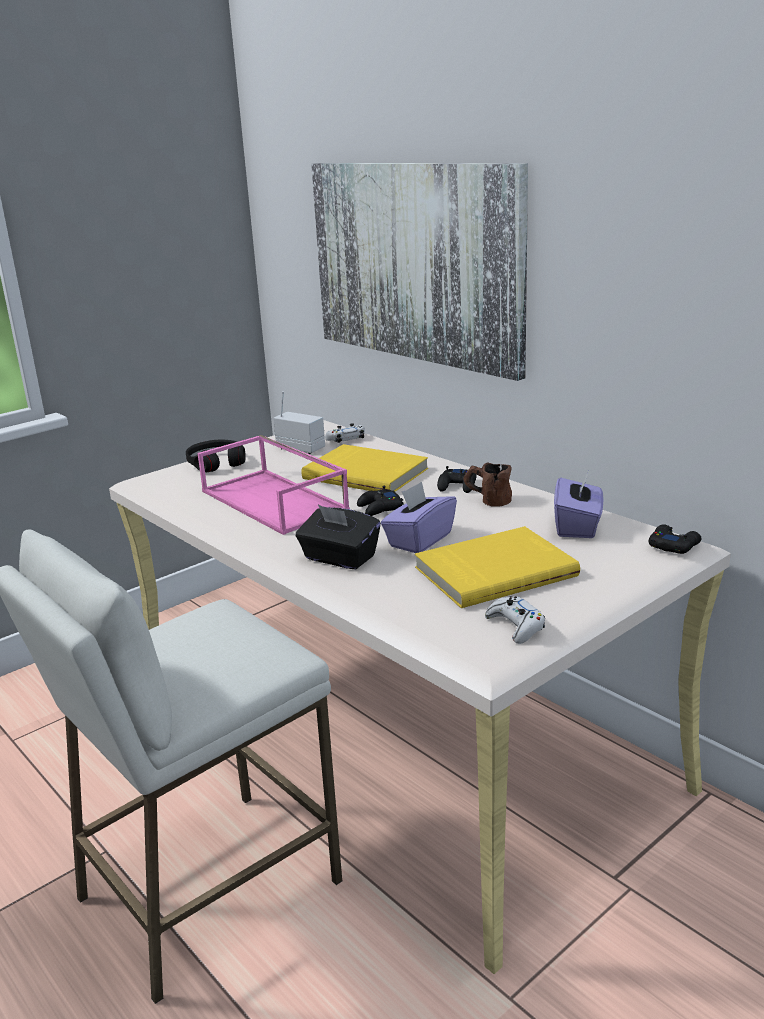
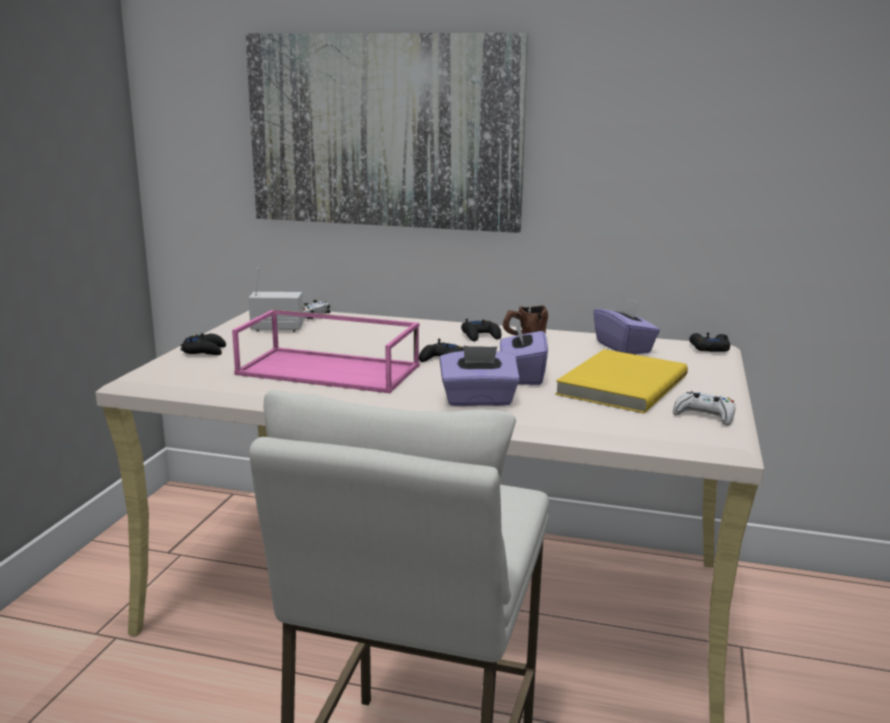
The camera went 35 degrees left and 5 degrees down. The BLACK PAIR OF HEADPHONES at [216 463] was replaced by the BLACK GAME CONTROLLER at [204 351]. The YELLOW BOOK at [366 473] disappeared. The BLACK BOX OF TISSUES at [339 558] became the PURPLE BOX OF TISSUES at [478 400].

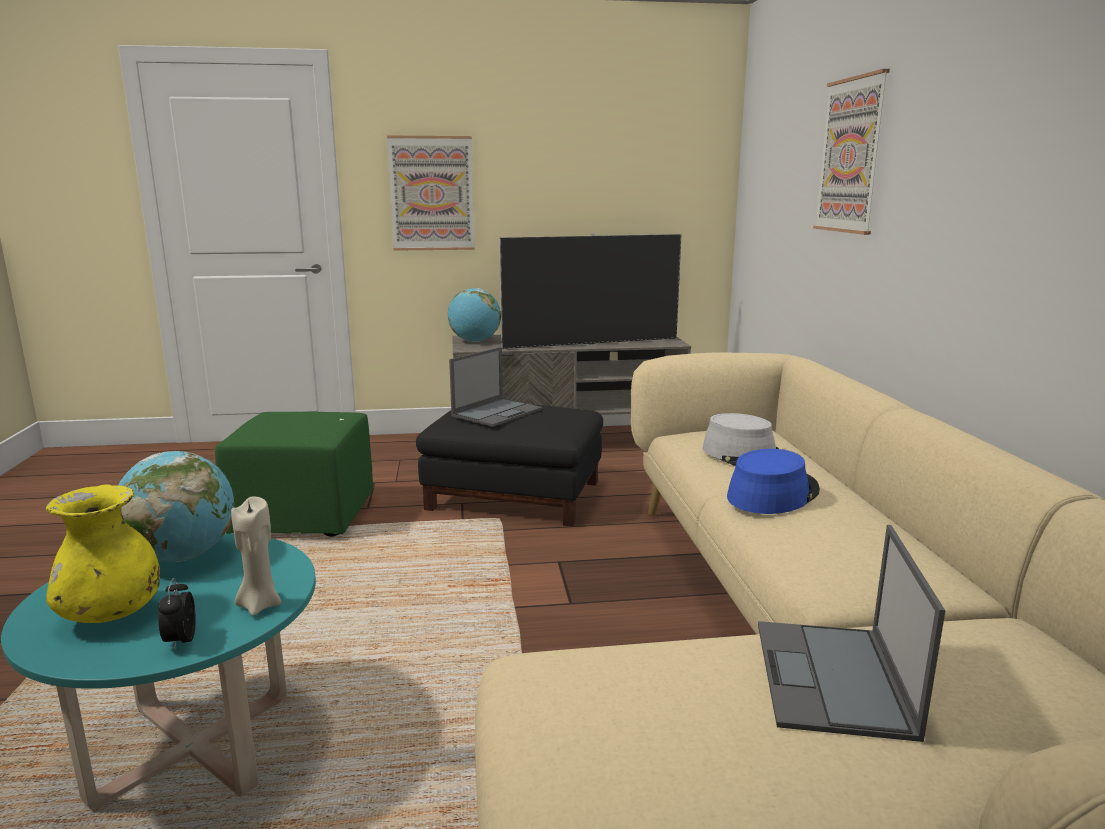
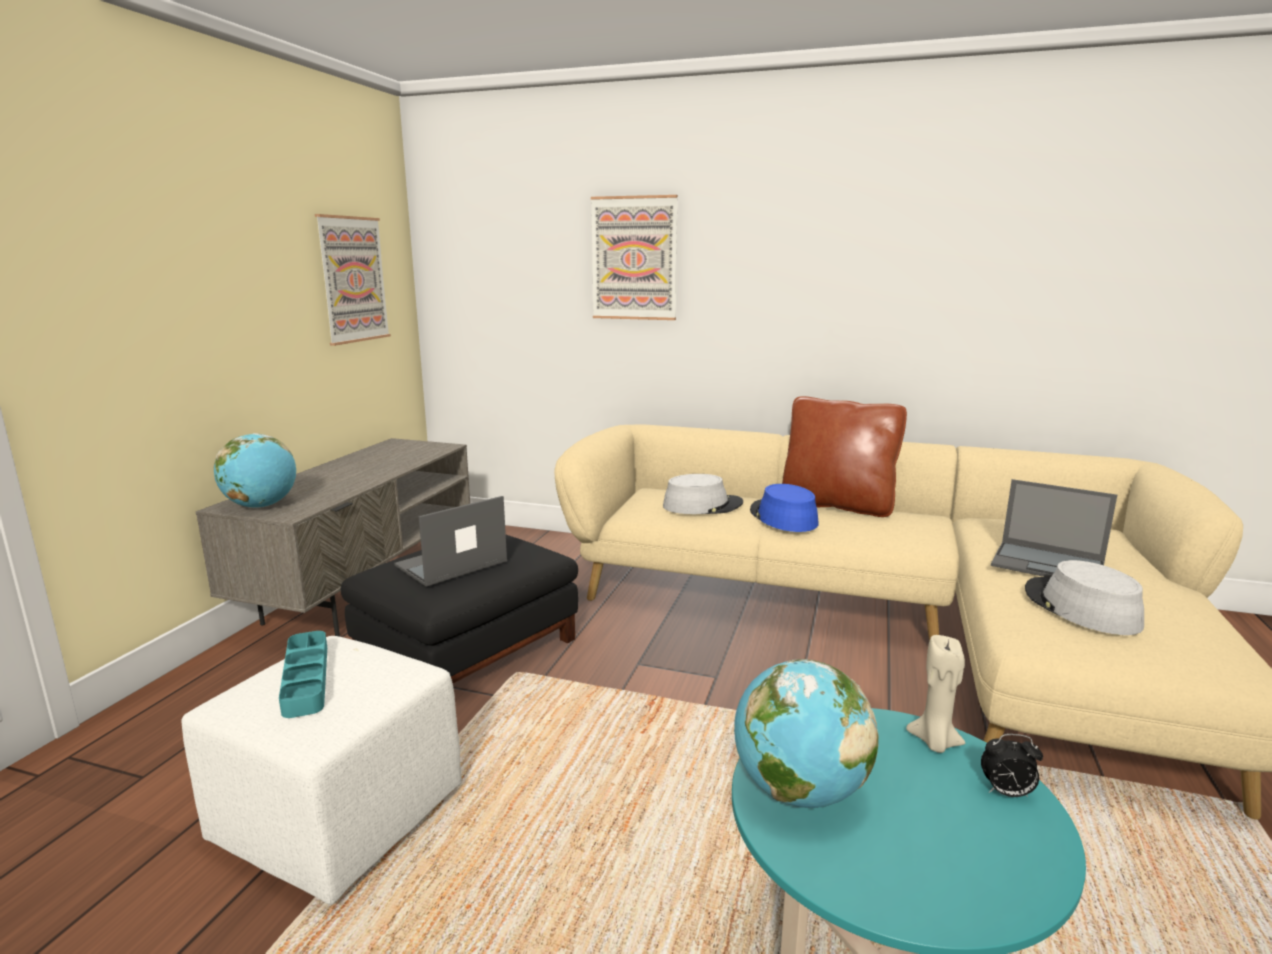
The camera went 65 degrees left and 0 degrees up. The WALL ART moved from [432 194] to [353 279]. The TV SET at [591 344] disappeared. The PORTABLE COMPUTER at [497 412] turned 105 degrees counterclockwise. The GREENISH FOOTREST at [306 516] became the WHITE FOOTREST at [341 816]. The YELLOW DECORATIVE VASE at [112 614] disappeared. The BROWN-COLOURED THROW PILLOW at [837 505] appeared. The GRAY CLOTHING HAT at [1080 608] appeared. The TURQUOISE-COLOURED SERVING TRAY at [306 678] appeared.

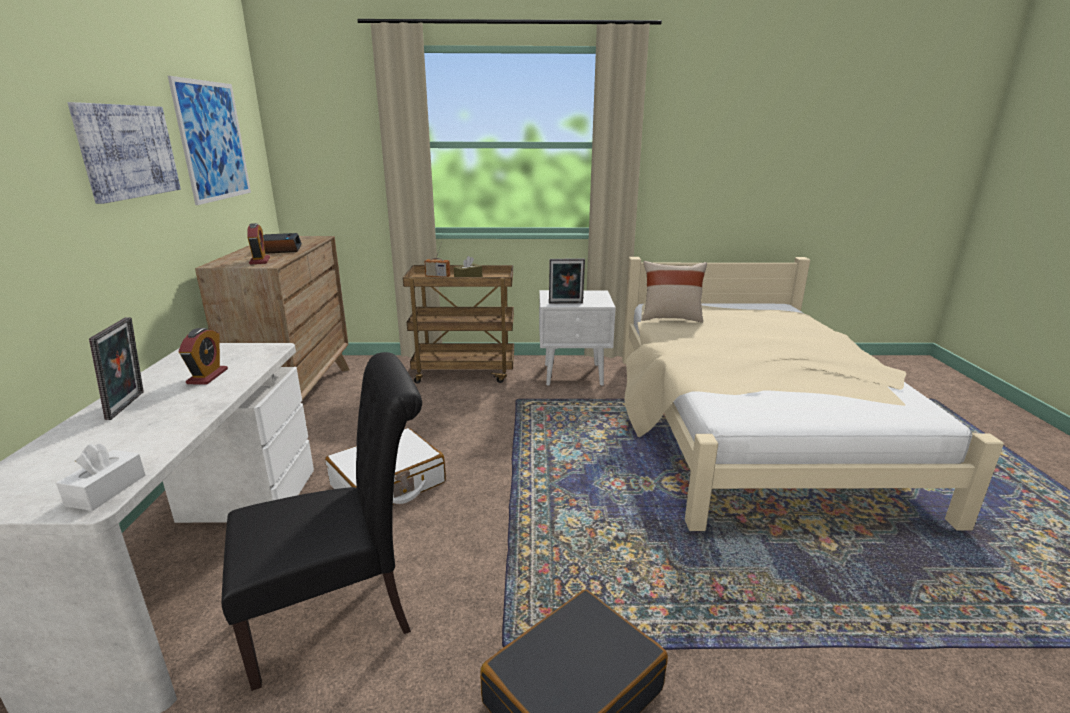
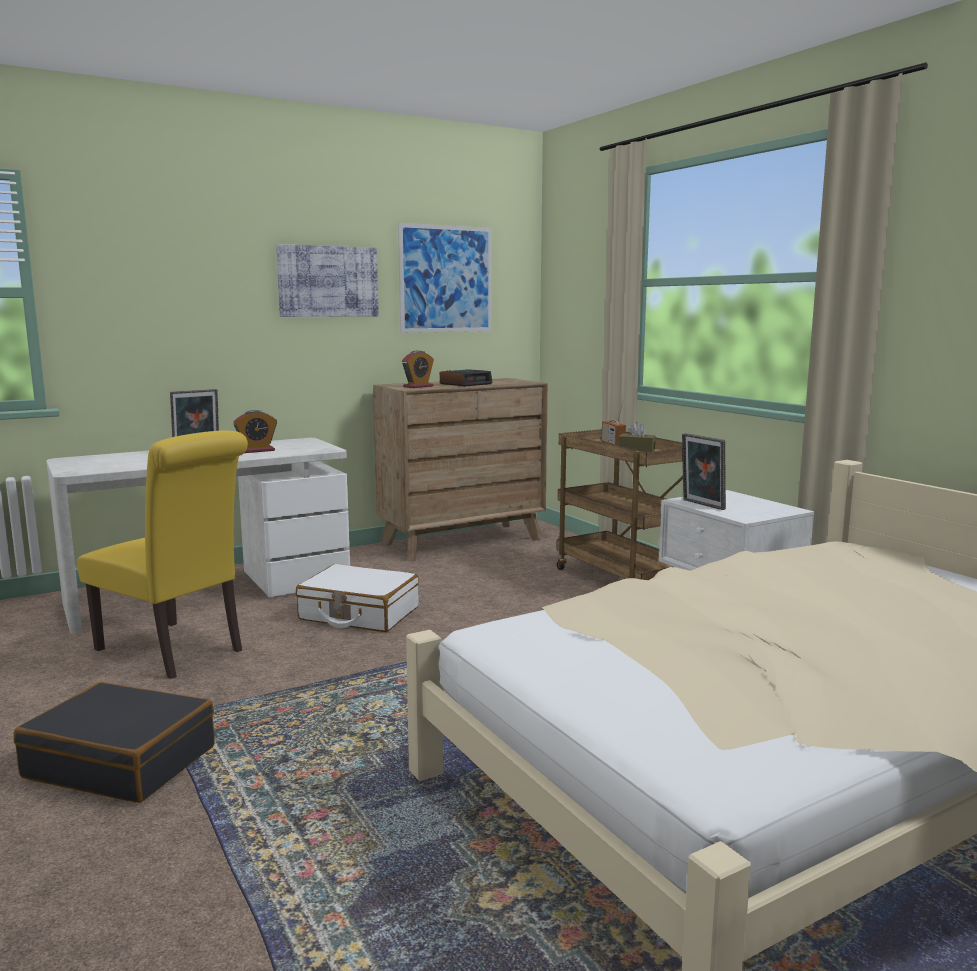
The camera went 60 degrees right and 10 degrees down. The BEIGE THROW PILLOW at [671 318] disappeared. The BLACK UPRIGHT CHAIR at [342 617] became the YELLOW UPRIGHT CHAIR at [176 651]. The WHITE BOX OF TISSUES at [107 490] disappeared.

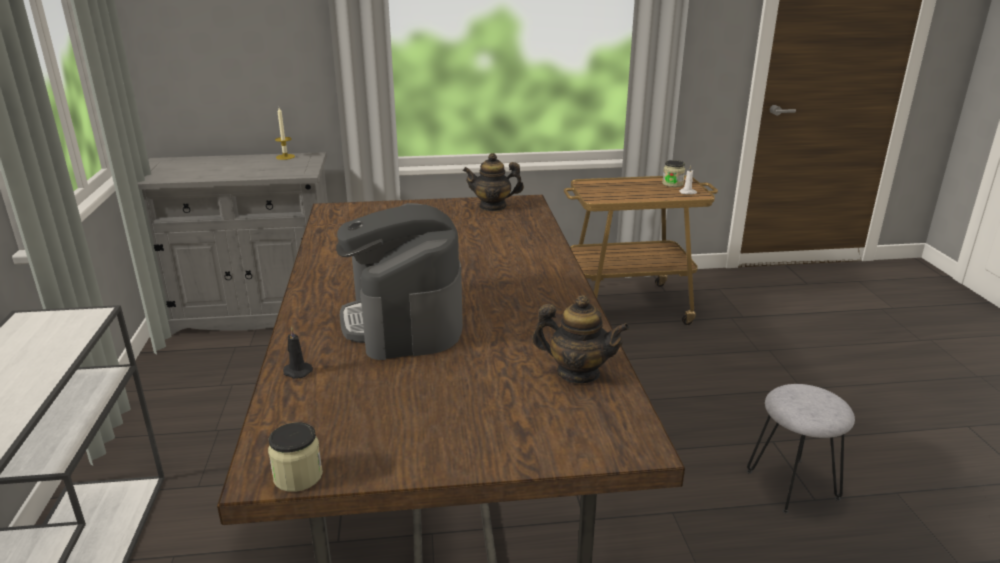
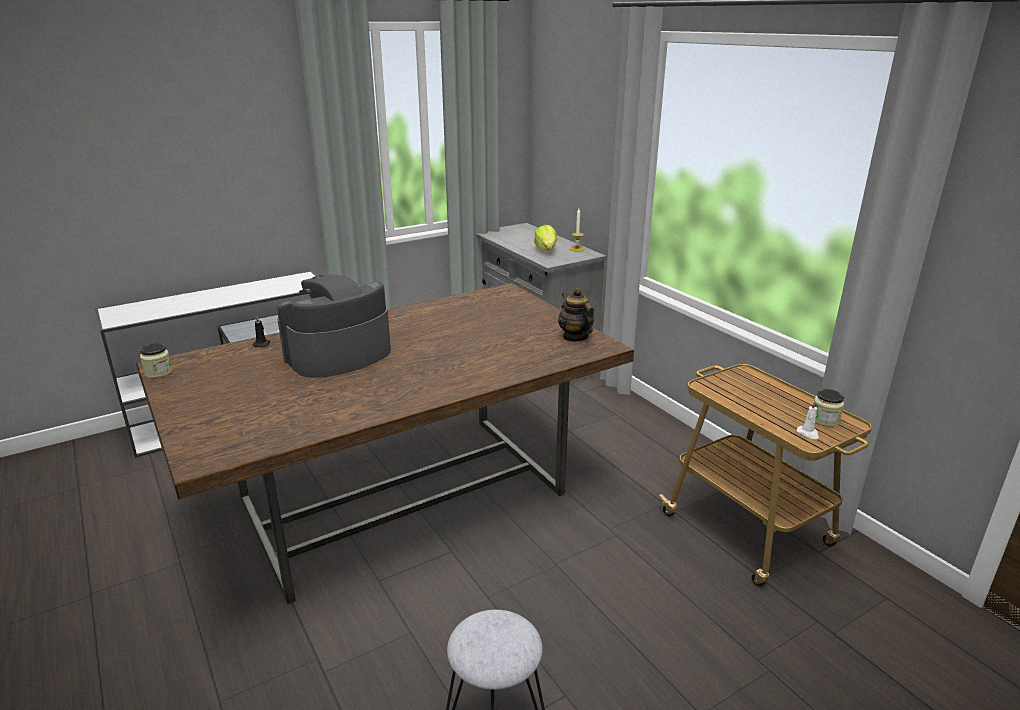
The camera went 65 degrees right and 0 degrees up. The TEA POT at [578 373] disappeared. The HEAD OF LETTUCE at [546 250] appeared.

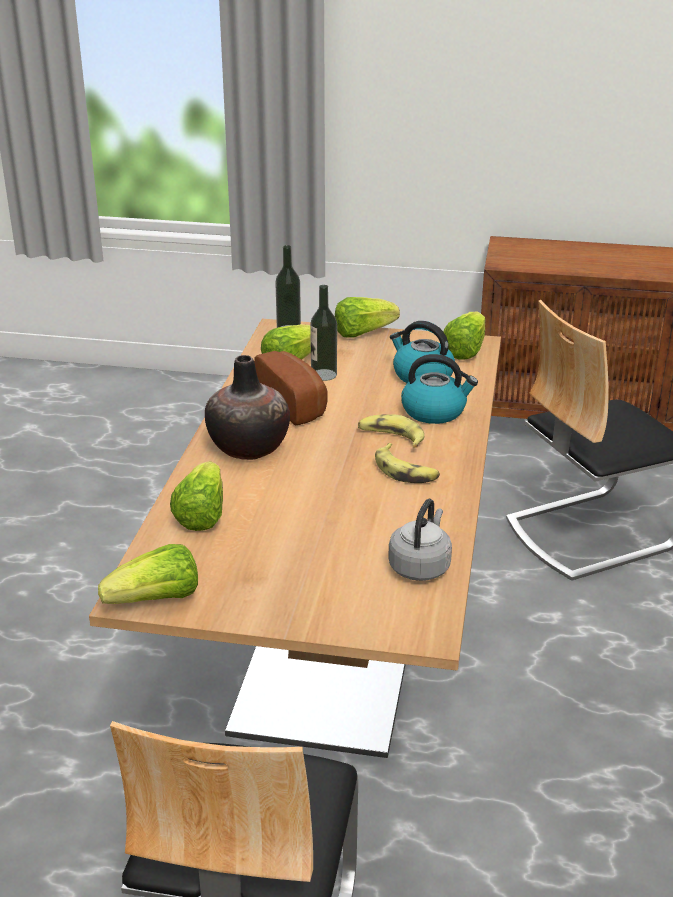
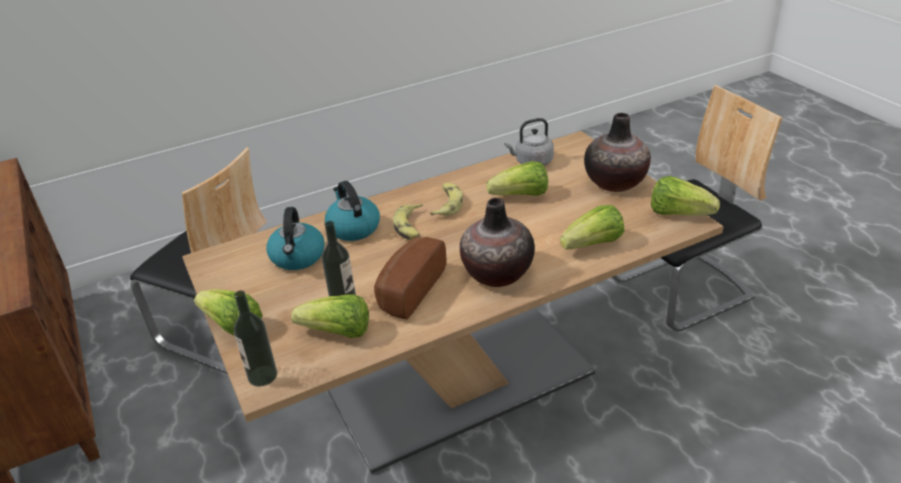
The camera went 125 degrees left and 5 degrees up. The HEAD OF LETTUCE moved from [465 350] to [521 196]. The DECORATIVE VASE at [615 182] appeared.

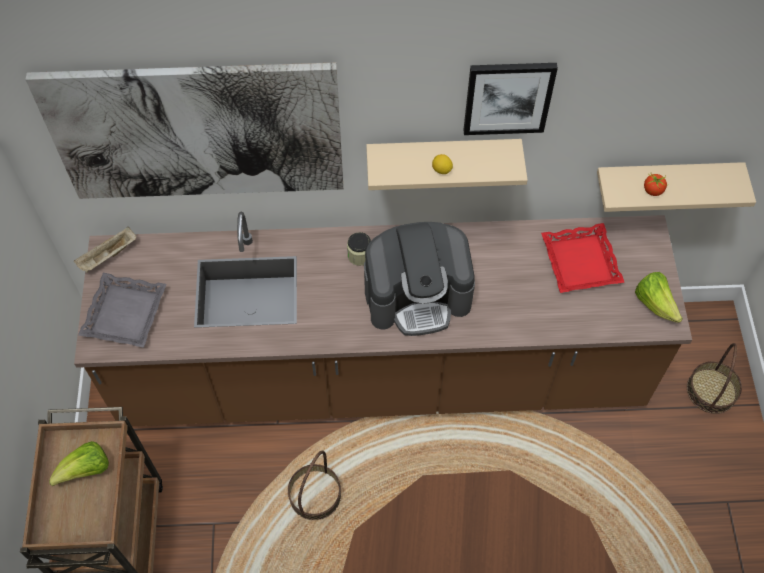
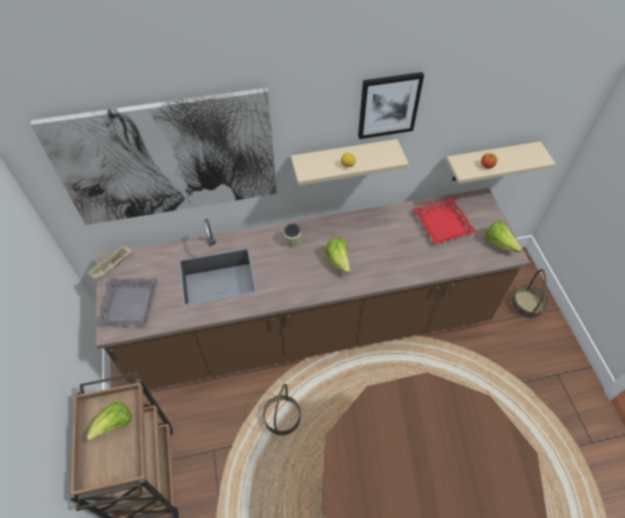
The camera went 10 degrees left and 5 degrees down. The COFFEE MACHINE at [417 295] was replaced by the HEAD OF LETTUCE at [338 261].

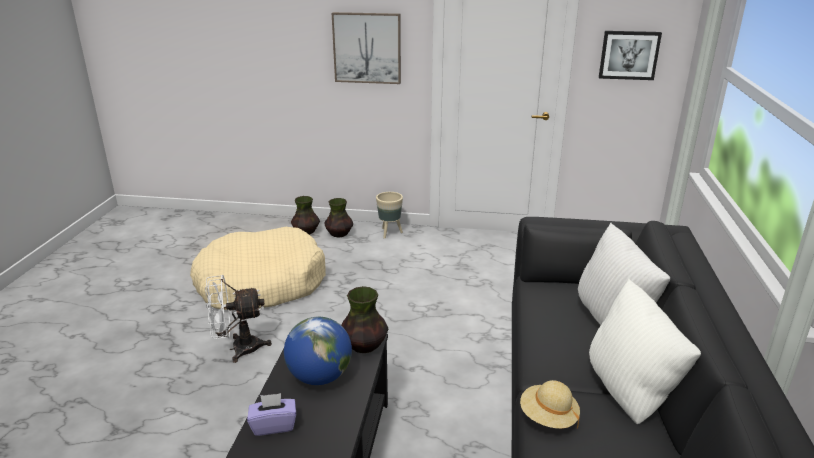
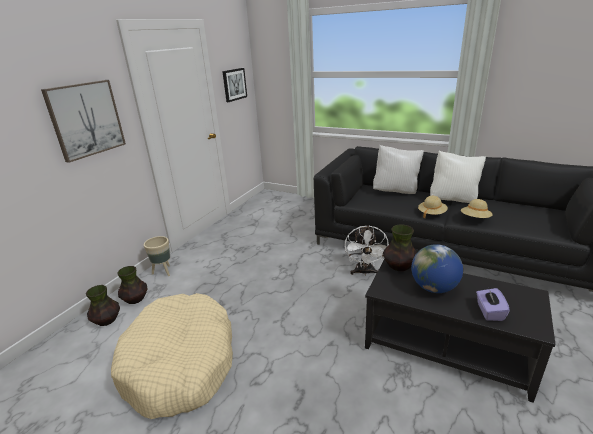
The camera went 70 degrees left and 0 degrees up. The WHITE FAN moved from [238 349] to [364 272]. The BEIGE CLOTHING HAT at [431 213] appeared.

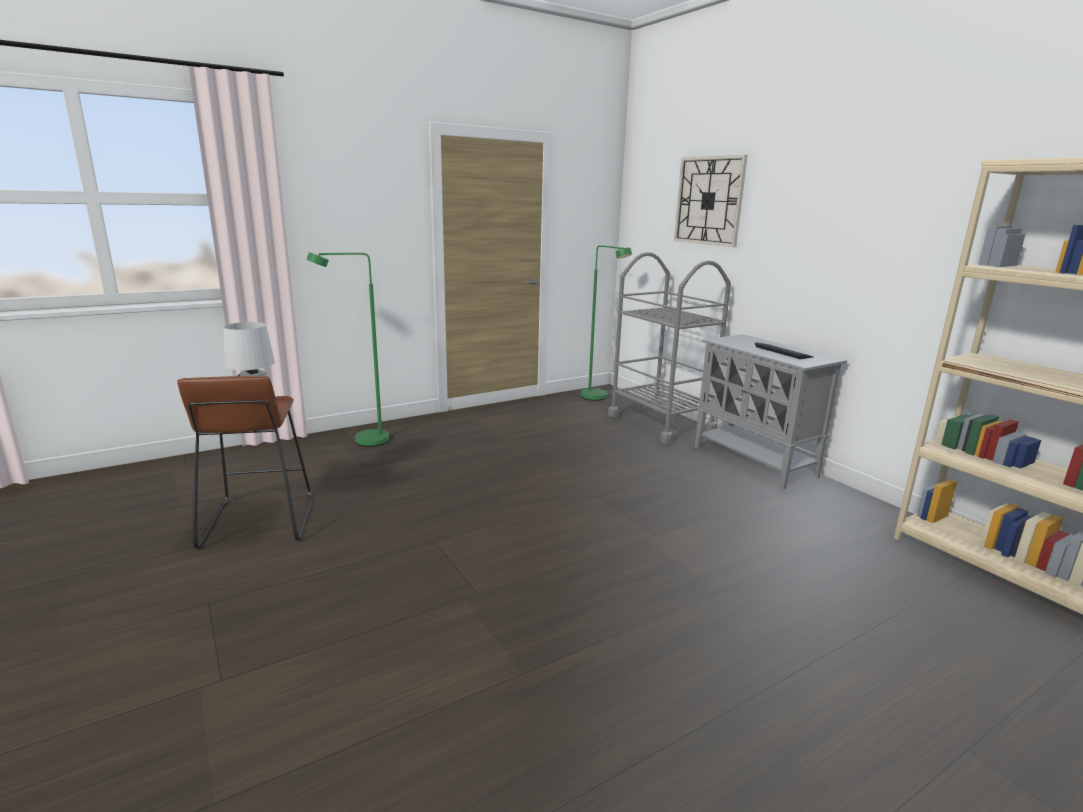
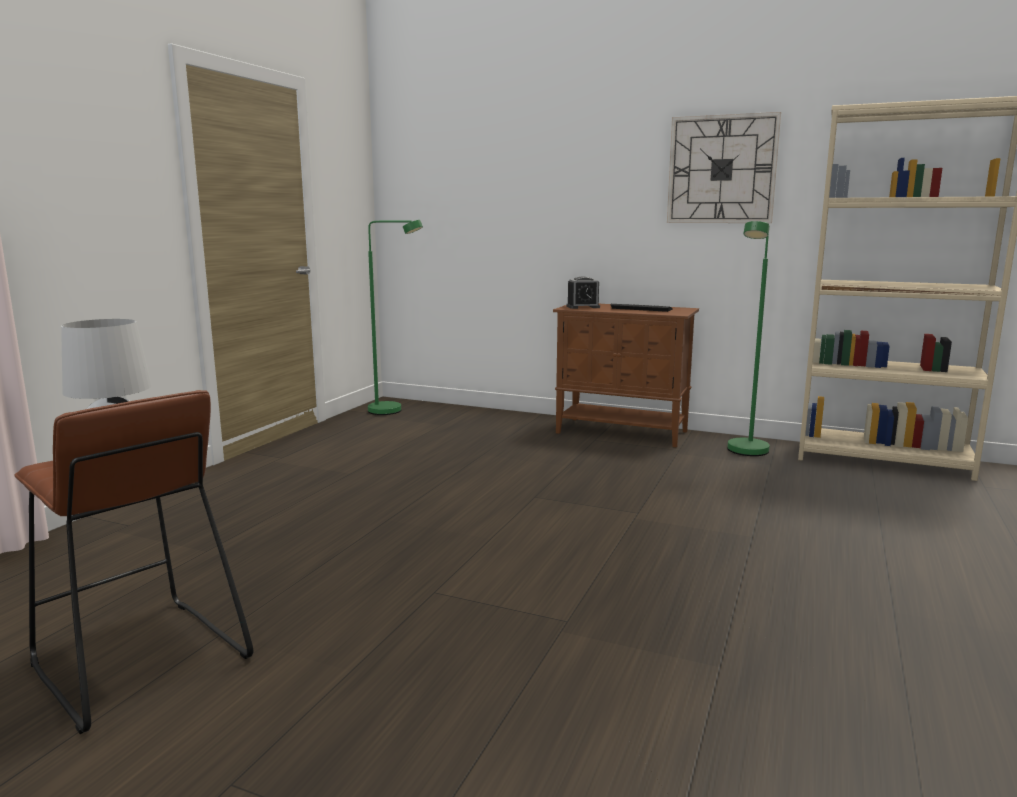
The camera went 35 degrees left and 5 degrees down. The CLOCK ON THE WALL moved from [709 201] to [722 170]. The GREENISH FLOOR LAMP moved from [362 441] to [745 453]. The GRAY WHEELED CART at [660 423] disappeared. The GRAY STORAGE CABINET at [755 462] became the BROWN-COLOURED STORAGE CABINET at [623 432]. The BEDSIDE CLOCK at [583 307] appeared.

